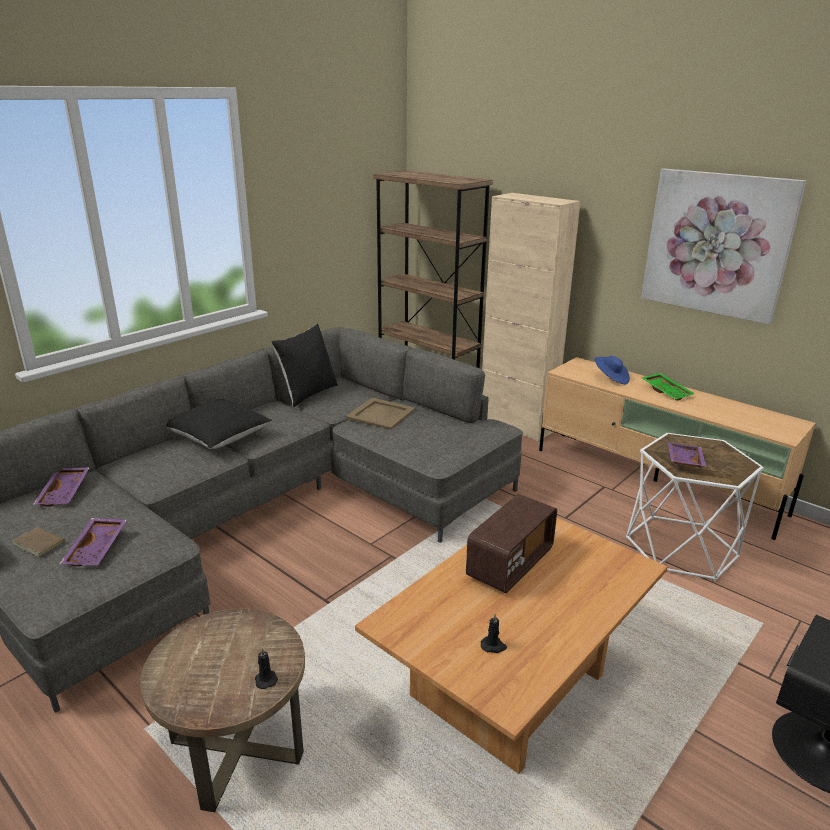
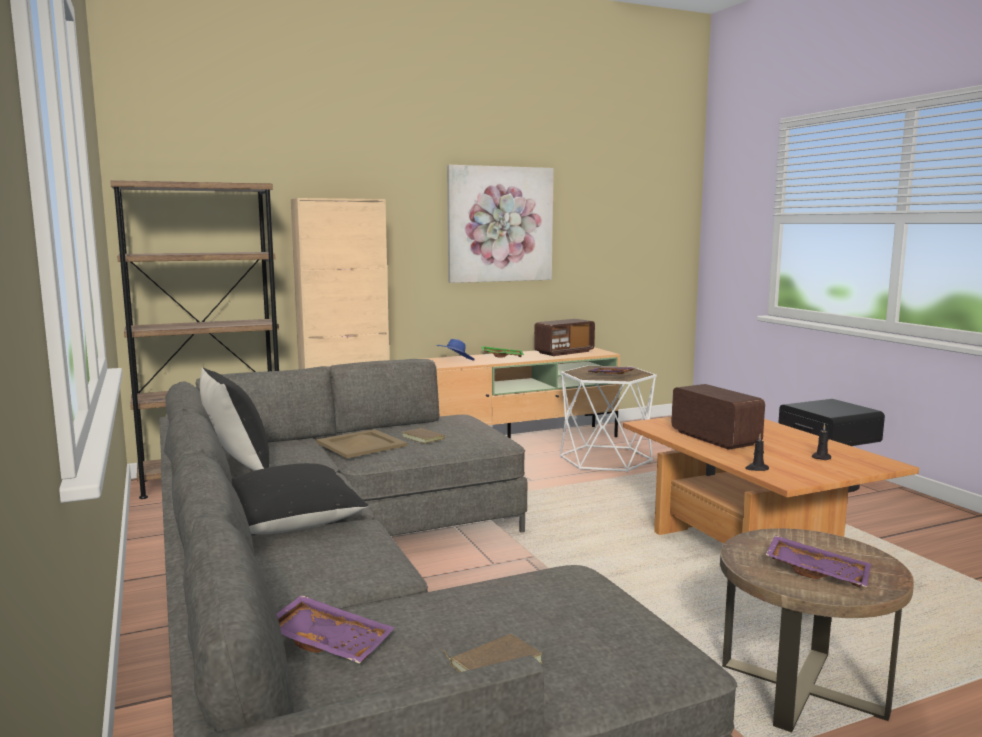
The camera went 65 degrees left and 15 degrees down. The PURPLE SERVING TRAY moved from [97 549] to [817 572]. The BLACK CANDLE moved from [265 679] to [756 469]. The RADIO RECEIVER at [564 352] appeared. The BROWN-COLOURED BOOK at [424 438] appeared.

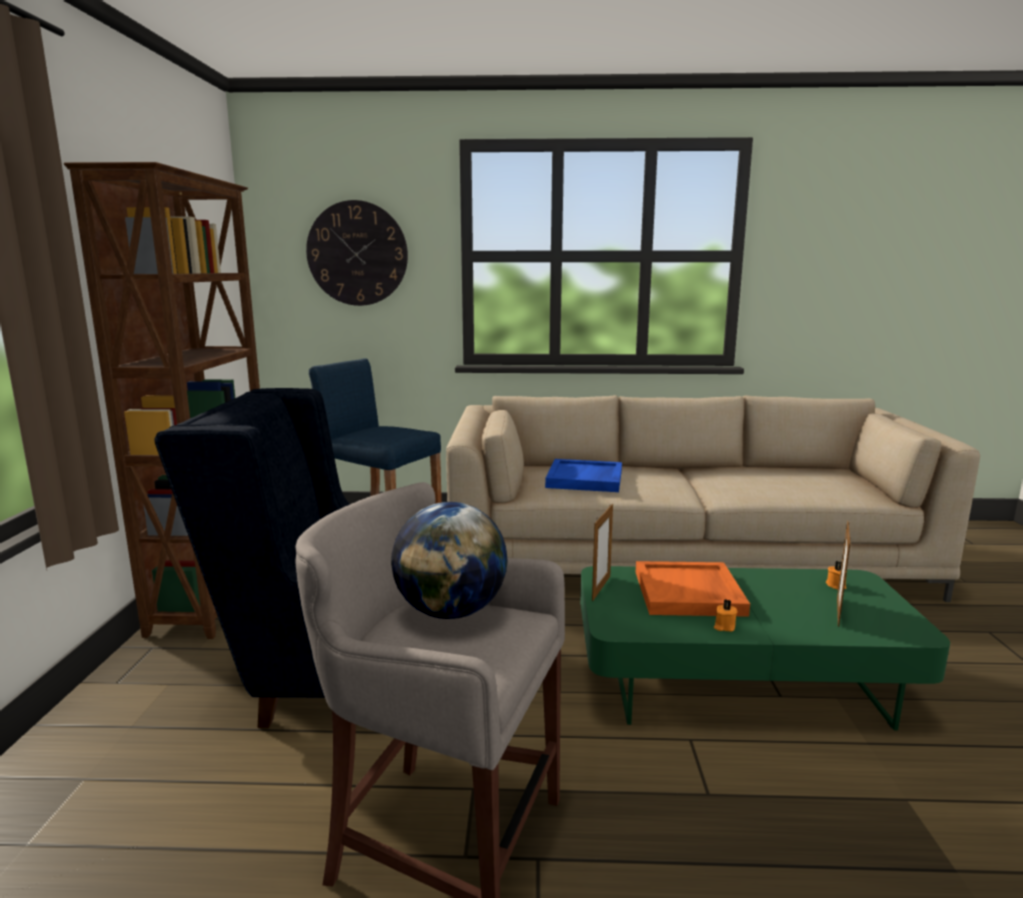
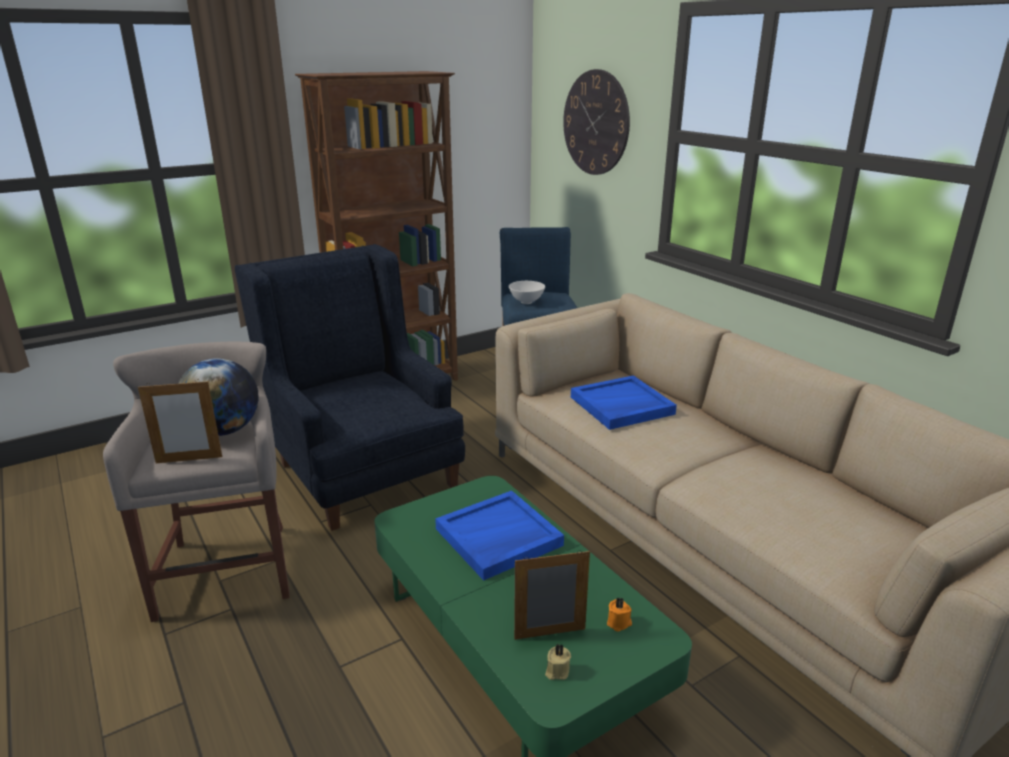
The camera went 55 degrees right and 10 degrees up. The STANDING FRAME moved from [601 588] to [189 459]. The ORANGE SERVING TRAY at [689 593] became the BLUISH SERVING TRAY at [498 538]. The ORANGE CANDLE at [723 626] disappeared. The WHITE BOWL at [527 302] appeared. The BEIGE CANDLE at [556 671] appeared.

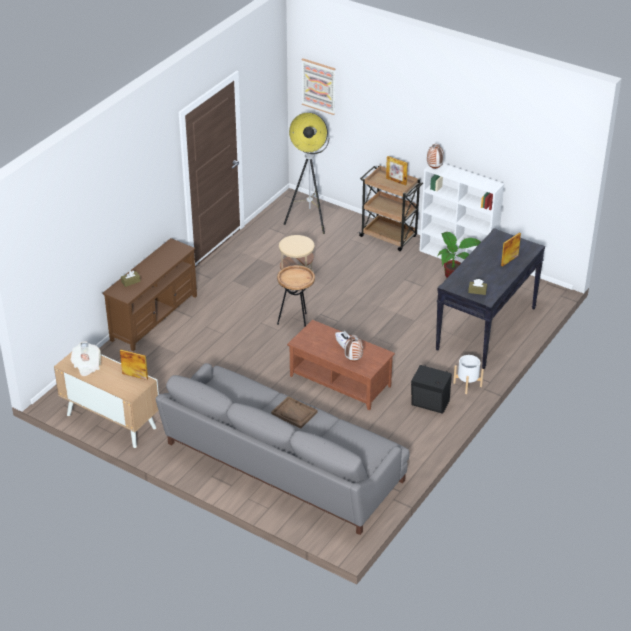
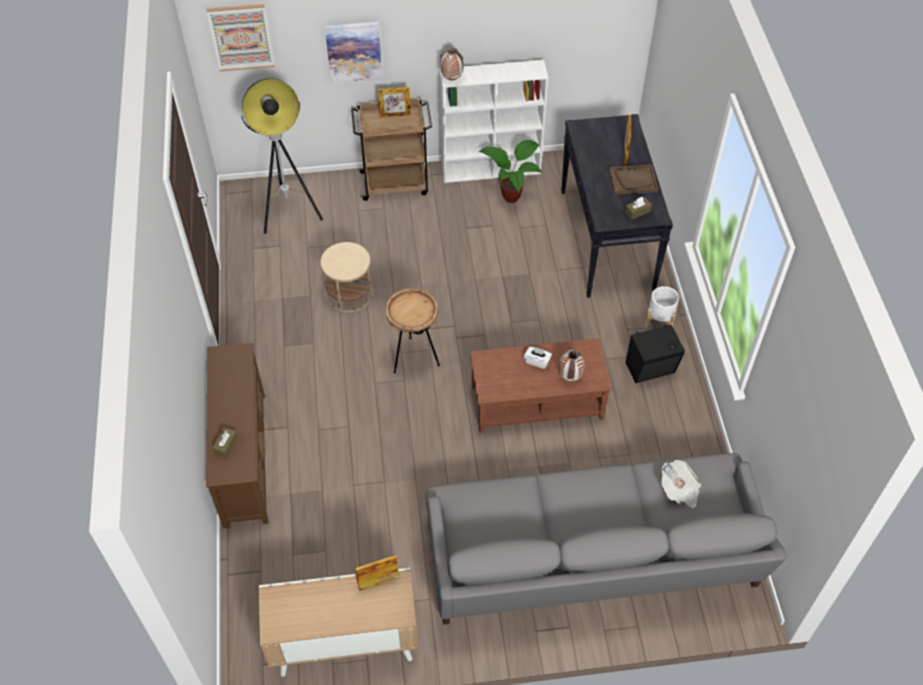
The camera went 40 degrees left and 15 degrees up. The PRINTED PAPER moved from [86 365] to [679 490]. The BROWN-COLOURED SERVING TRAY moved from [294 413] to [633 180]. The WALL ART at [354 52] appeared.

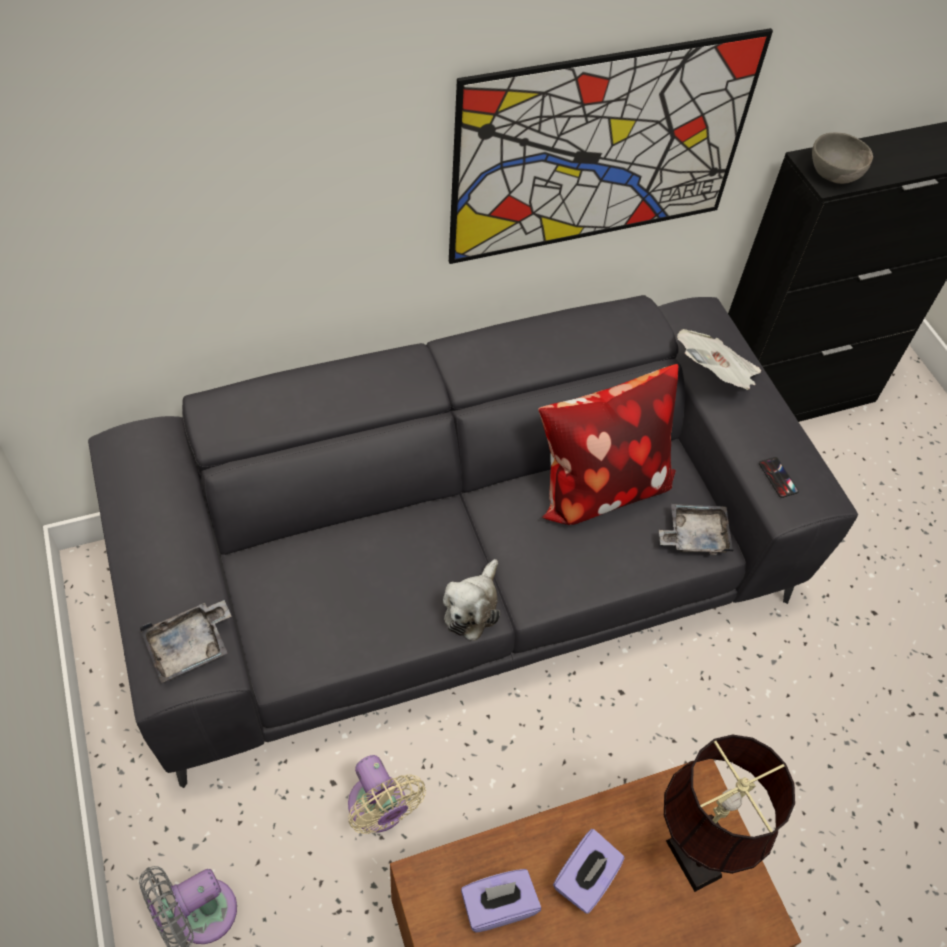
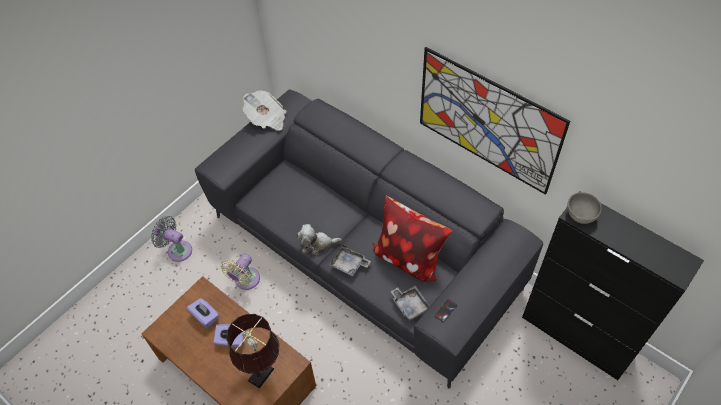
The camera went 65 degrees right and 0 degrees up. The PRINTED PAPER moved from [715 375] to [266 119]. The GRAY SERVING TRAY moved from [190 646] to [349 264].

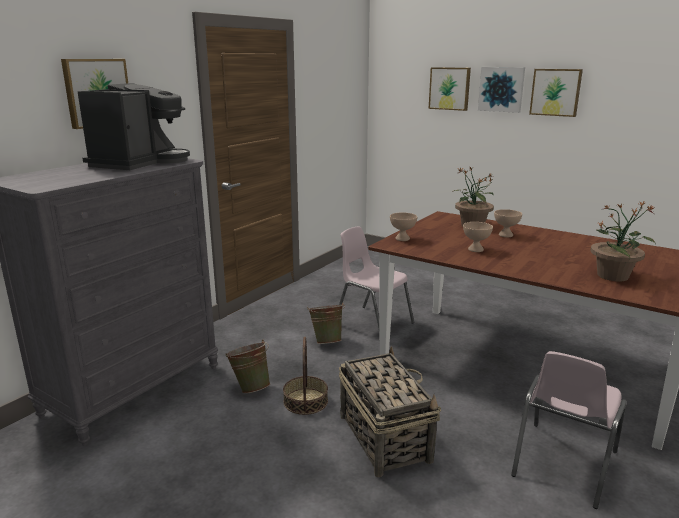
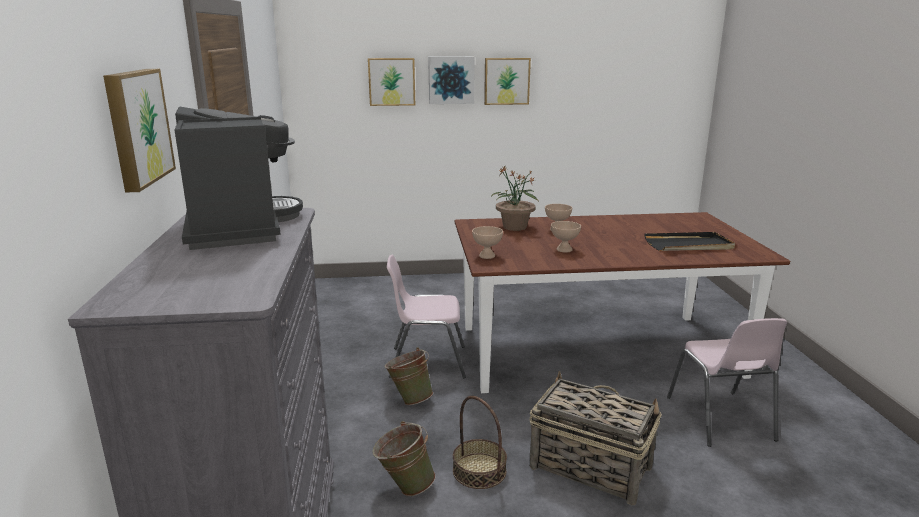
The camera went 40 degrees left and 0 degrees up. The POTTED PLANT at [613 275] was replaced by the BLACK SERVING TRAY at [689 245].

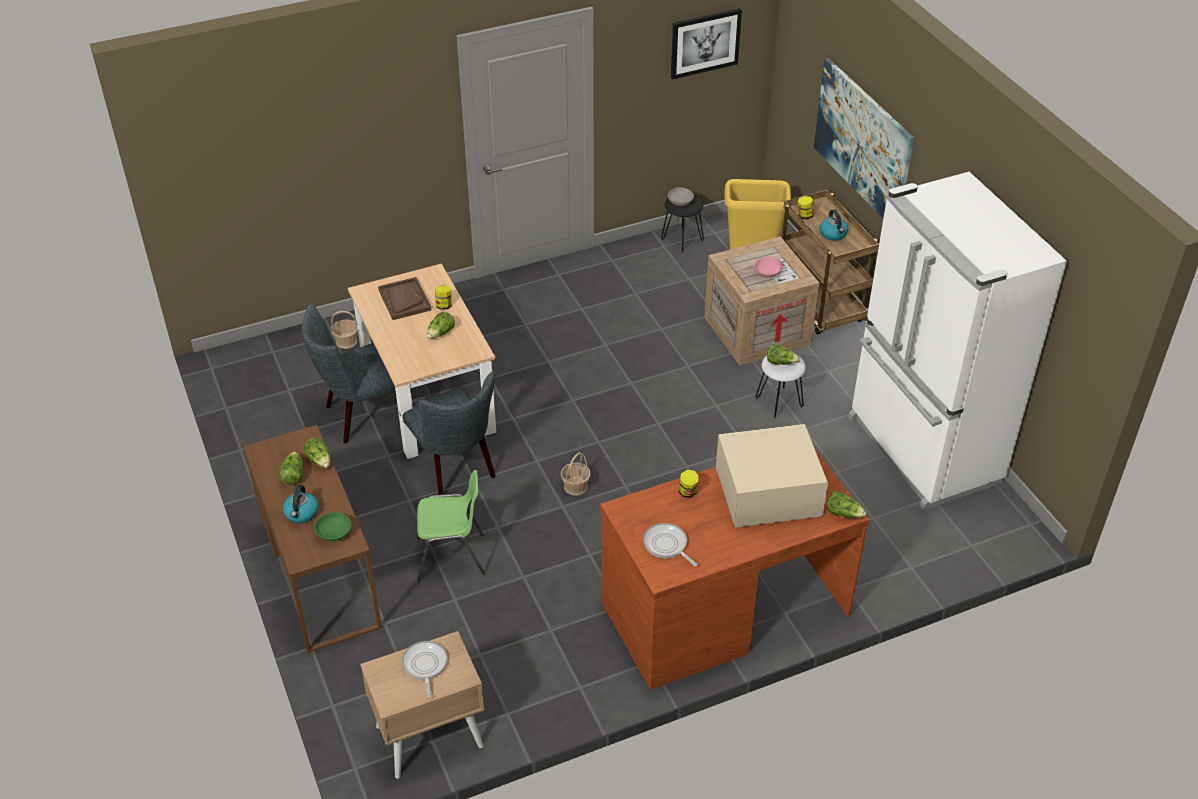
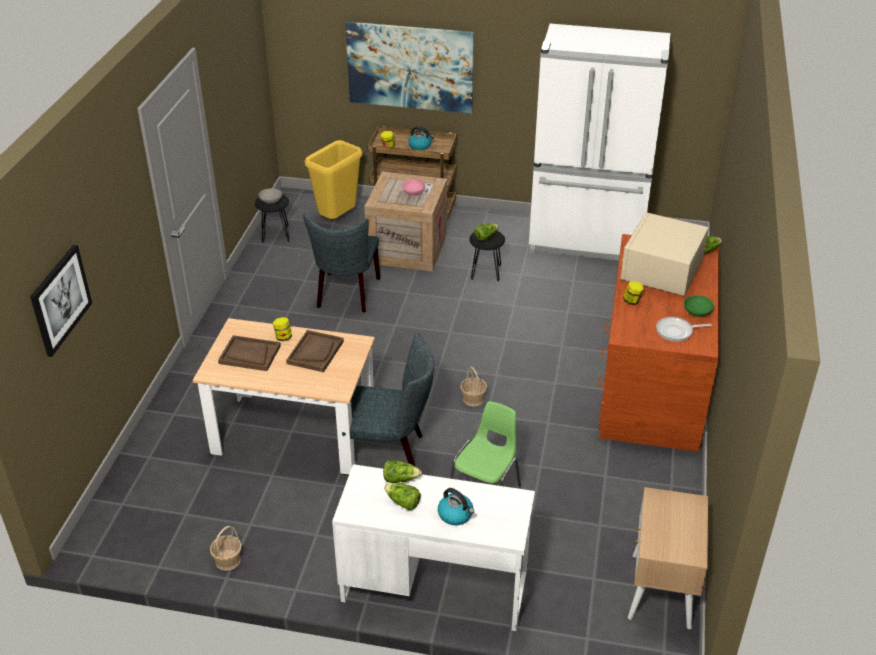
The camera went 55 degrees left and 5 degrees down. The WALL ART moved from [705 43] to [60 299]. The GRAY UPRIGHT CHAIR moved from [363 416] to [346 295]. The HOUSEHOLD BASKET moved from [346 341] to [227 560]. The HEAD OF LETTUCE at [441 333] was replaced by the BROWN-COLOURED SERVING TRAY at [315 352]. The WHITE STOOL at [779 402] became the BLACK STOOL at [486 272]. The BROWN-COLOURED DESK TABLE at [321 575] became the WHITE DESK TABLE at [434 585]. The GREENISH BOWL moved from [334 533] to [697 312]. The PAN at [425 666] disappeared.

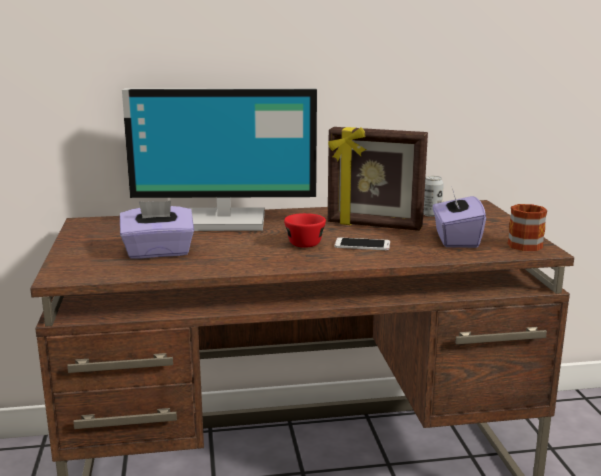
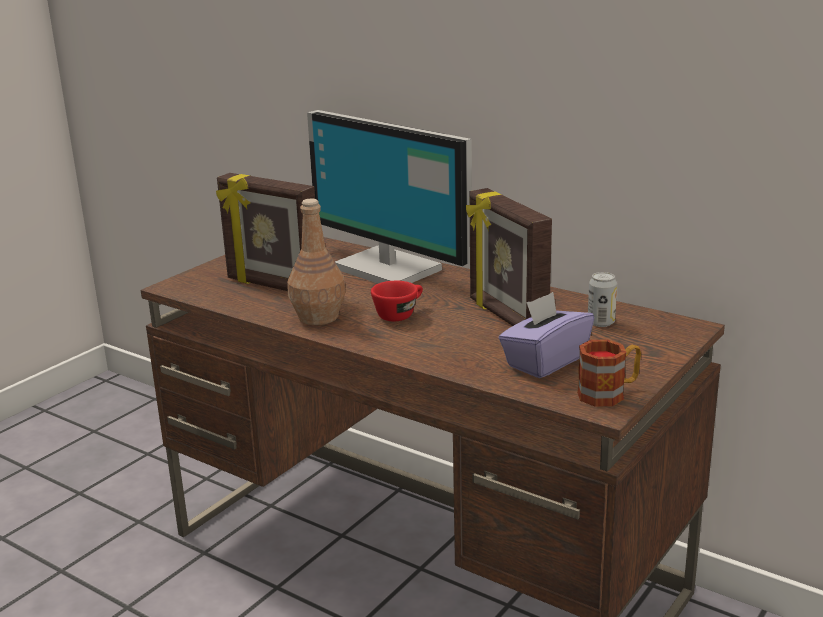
The camera went 45 degrees right and 5 degrees up. The PURPLE BOX OF TISSUES at [158 252] was replaced by the STANDING FRAME at [272 286]. The PHONE at [362 245] disappeared. The BROWN-COLOURED BOTTLE at [319 317] appeared.

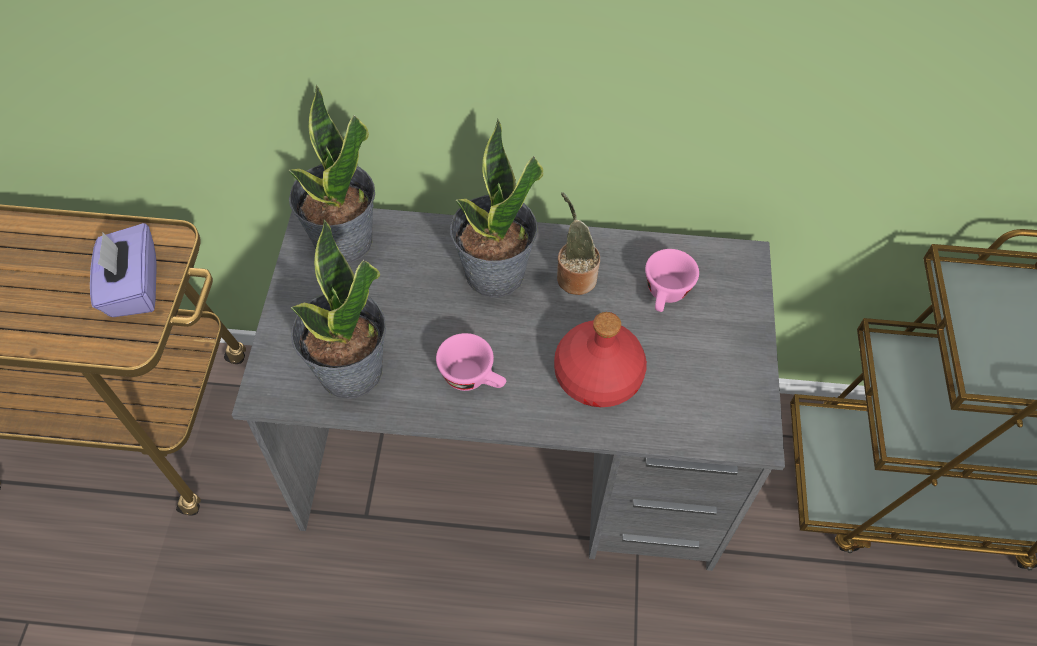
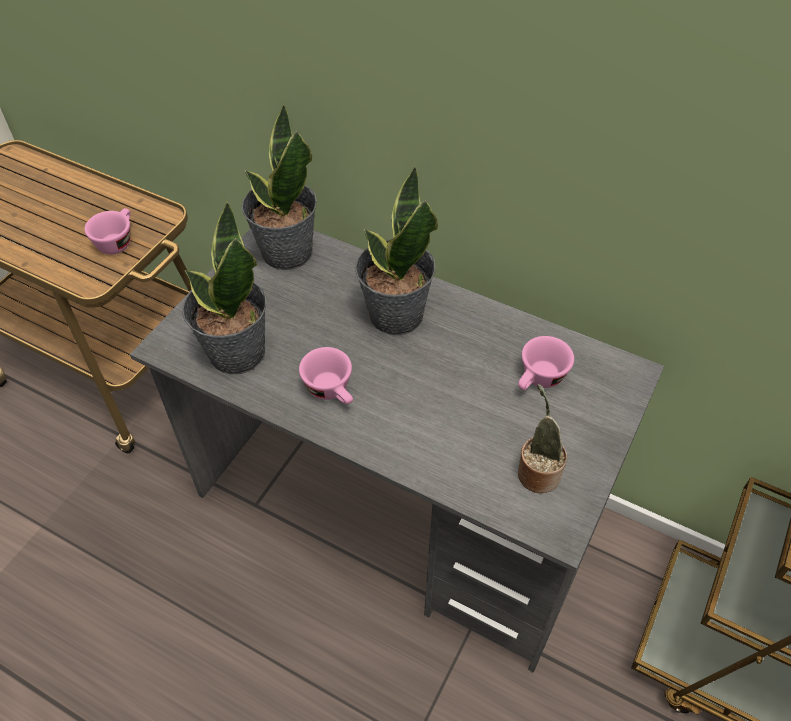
The camera went 25 degrees right and 5 degrees down. The POTTED PLANT moved from [574 276] to [537 471]. The PURPLE BOX OF TISSUES at [133 288] was replaced by the PINKISH SMALL CUP at [117 241]. The RED-COLOURED BOTTLE at [598 376] disappeared.

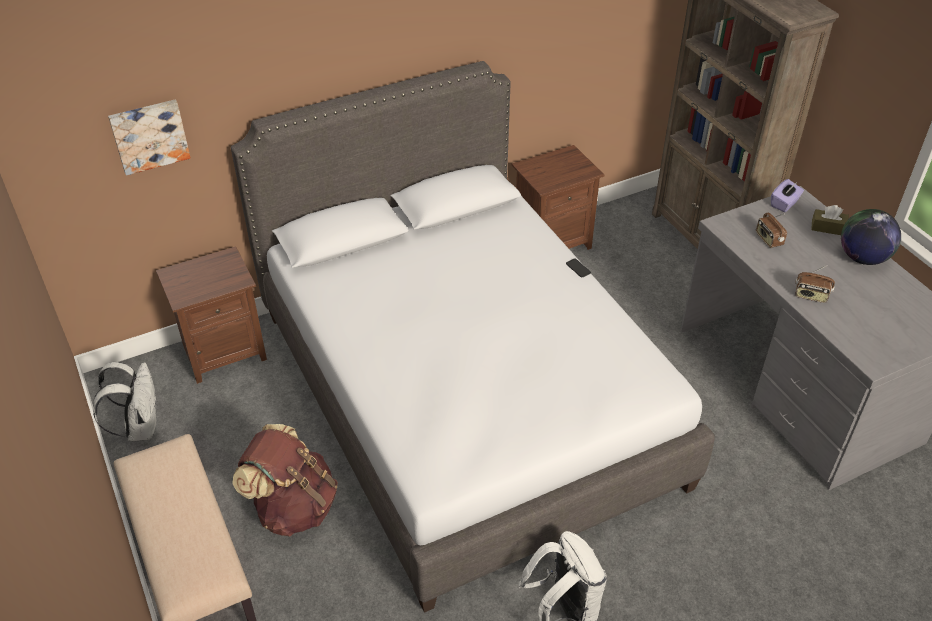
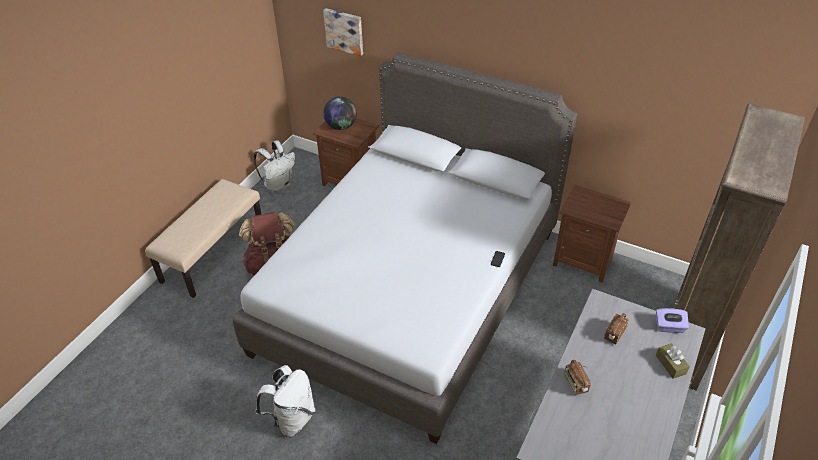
The camera went 55 degrees right and 0 degrees up. The WORLD GLOBE moved from [862 258] to [341 126].

